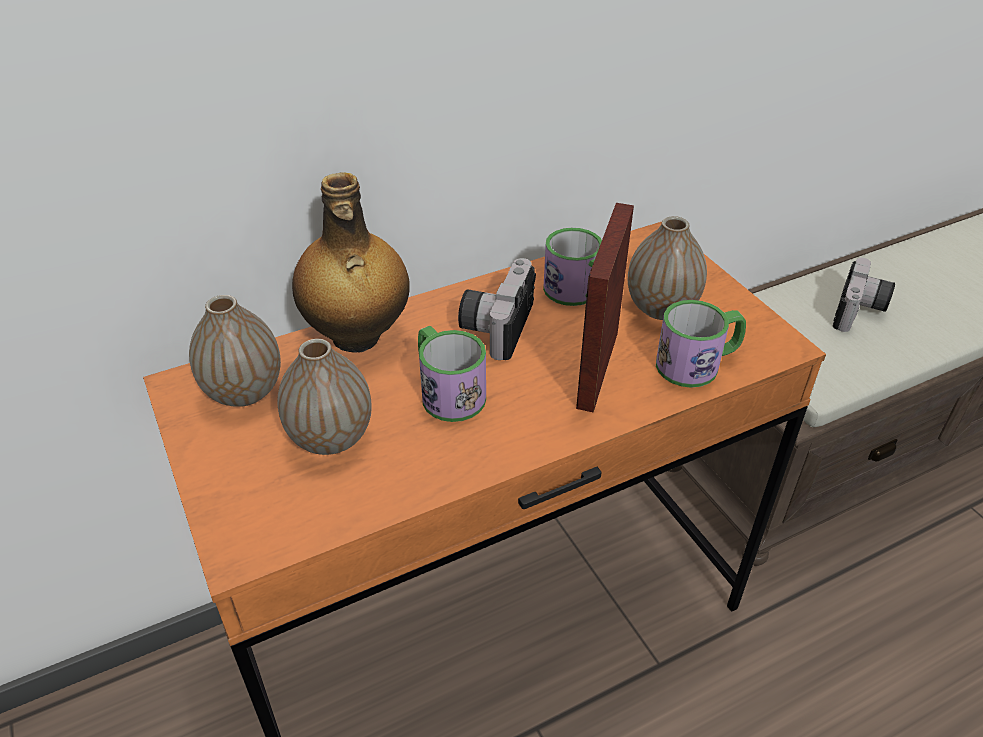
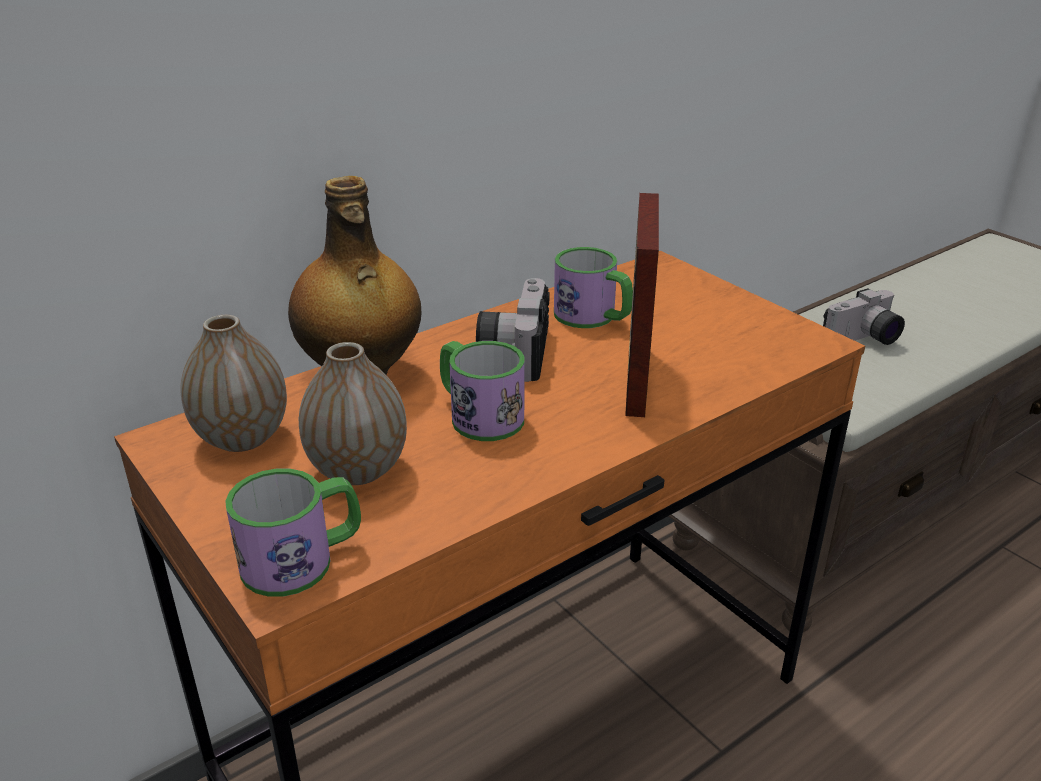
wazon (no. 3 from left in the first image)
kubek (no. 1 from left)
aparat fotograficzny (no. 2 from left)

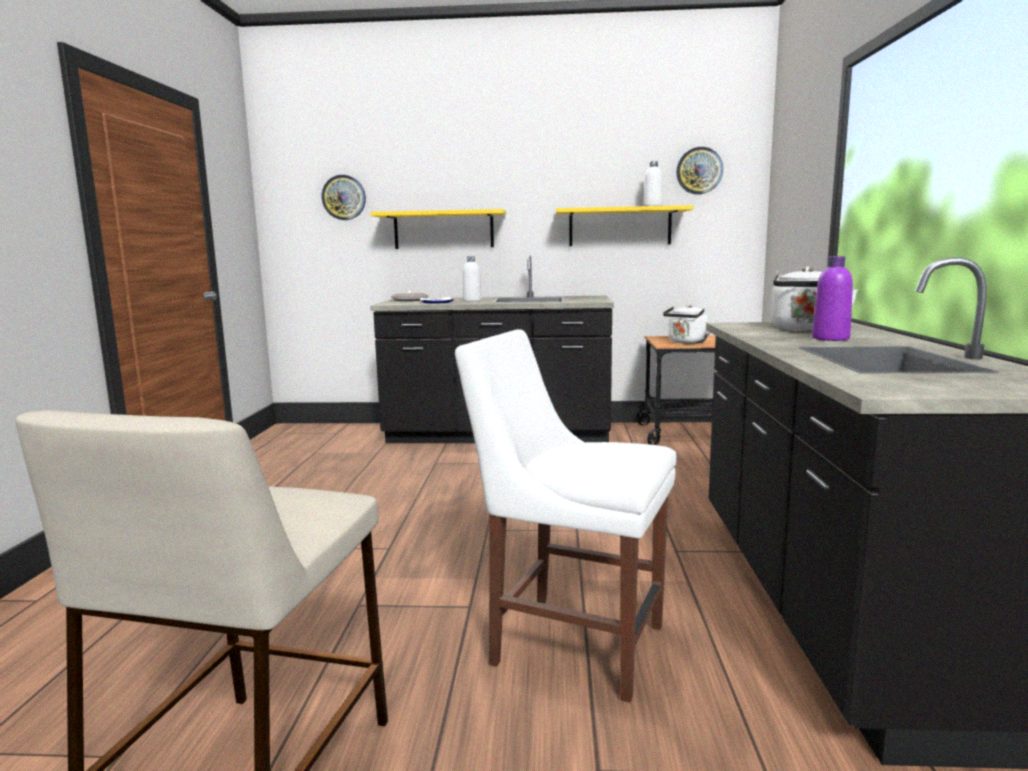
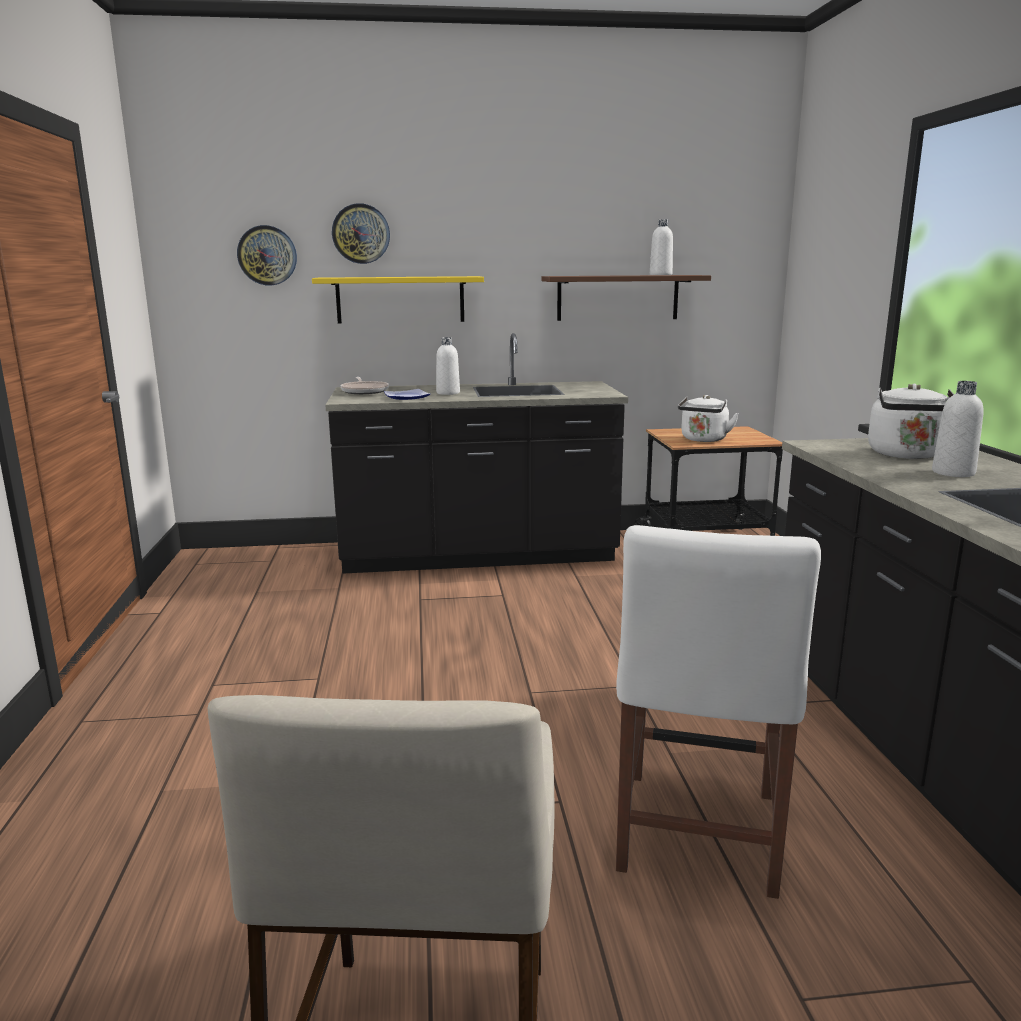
krzesło/biały
półka/brązowy
zegar ścienny (no. 2 from left)
butelka/biały (no. 3 from left)

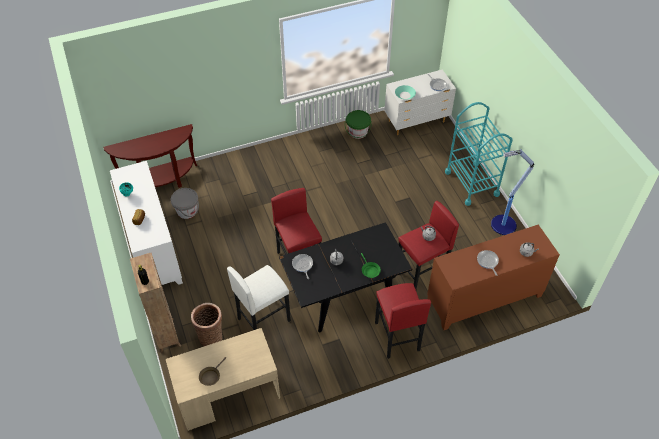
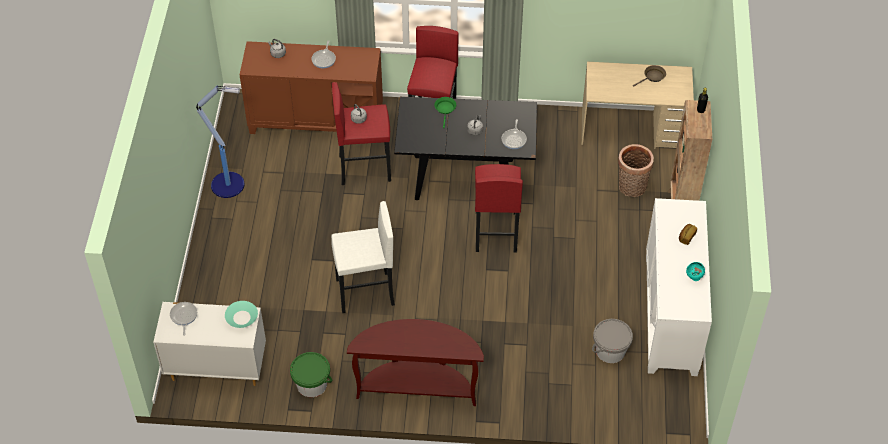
stolik konsolowy/brązowy
stołek/biały
wózek/turkusowy

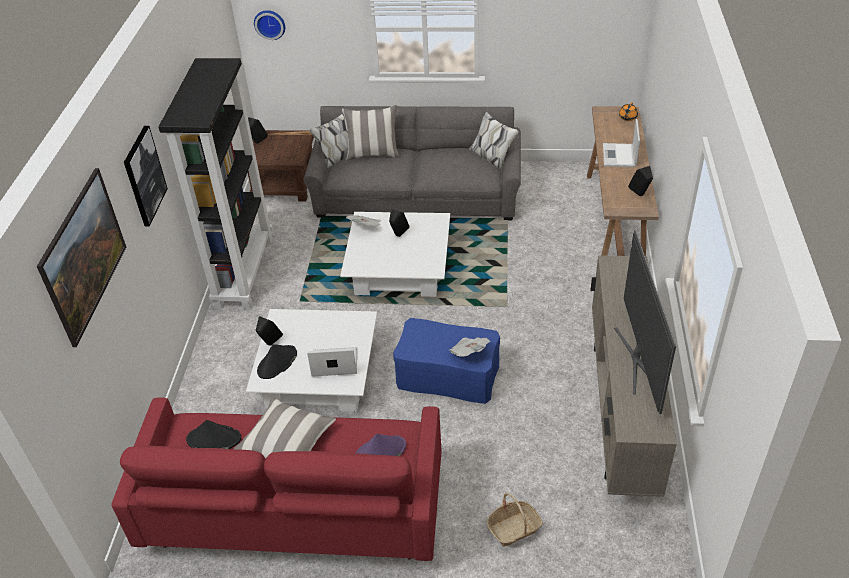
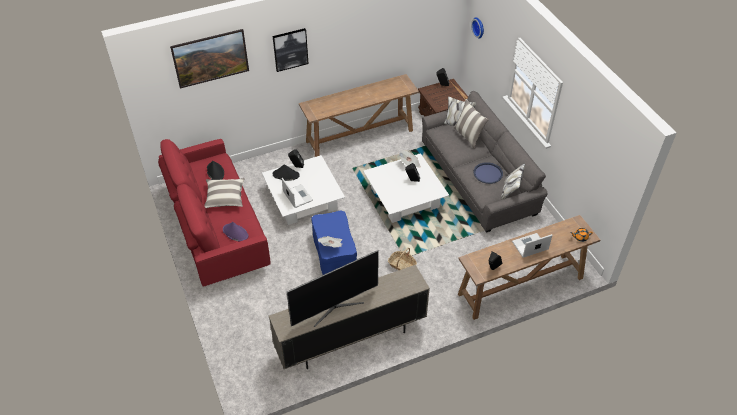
stolik konsolowy/brązowy (no. 1 from left)
koszyk
taca/niebieski

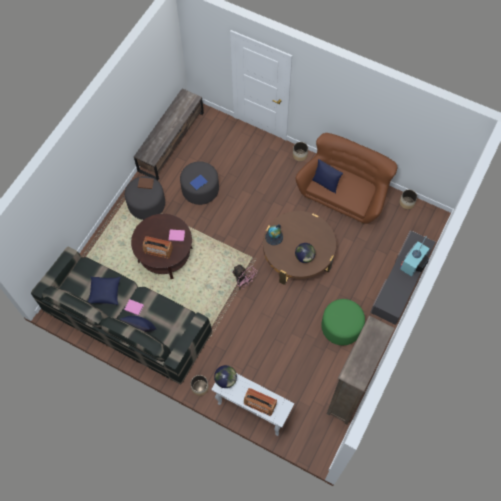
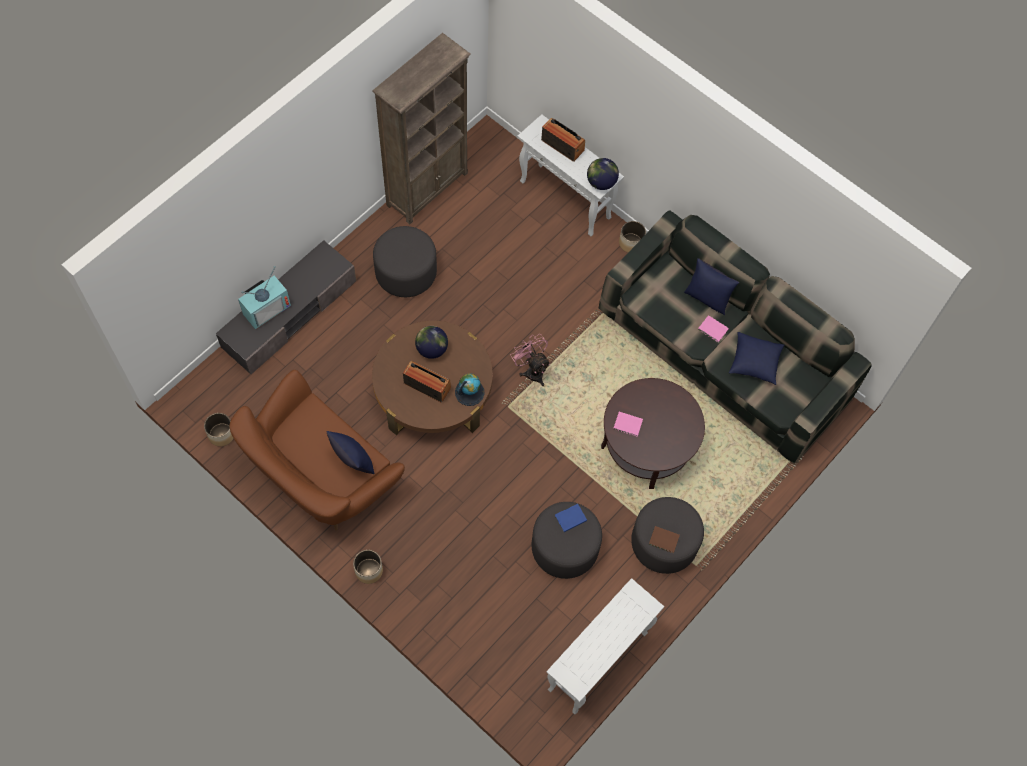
stolik konsolowy/biały (no. 2 from left)
radio (no. 1 from left)
pufa/szary (no. 1 from left)

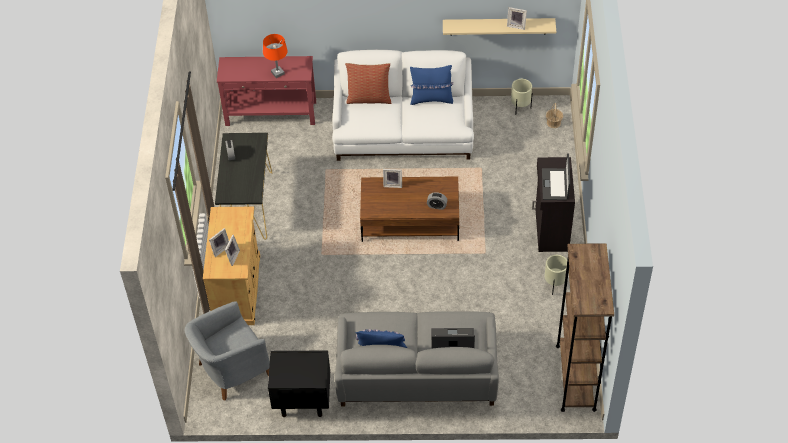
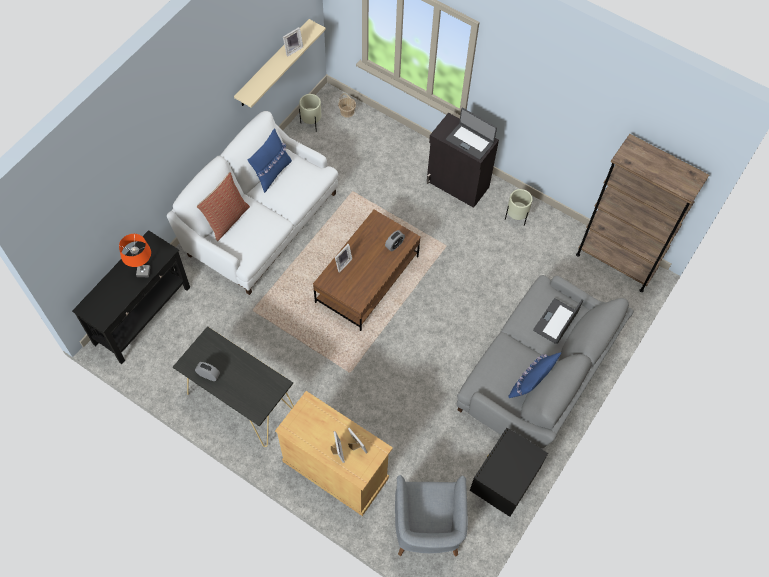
stolik konsolowy/czarny (no. 1 from left)

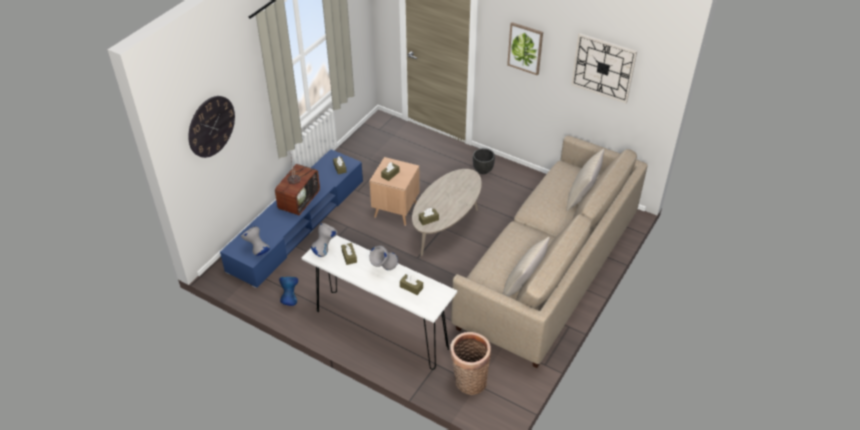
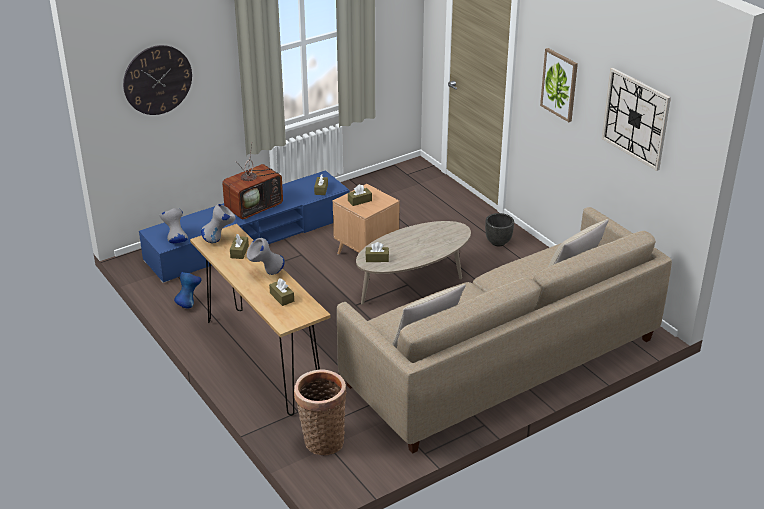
stolik konsolowy/brązowy

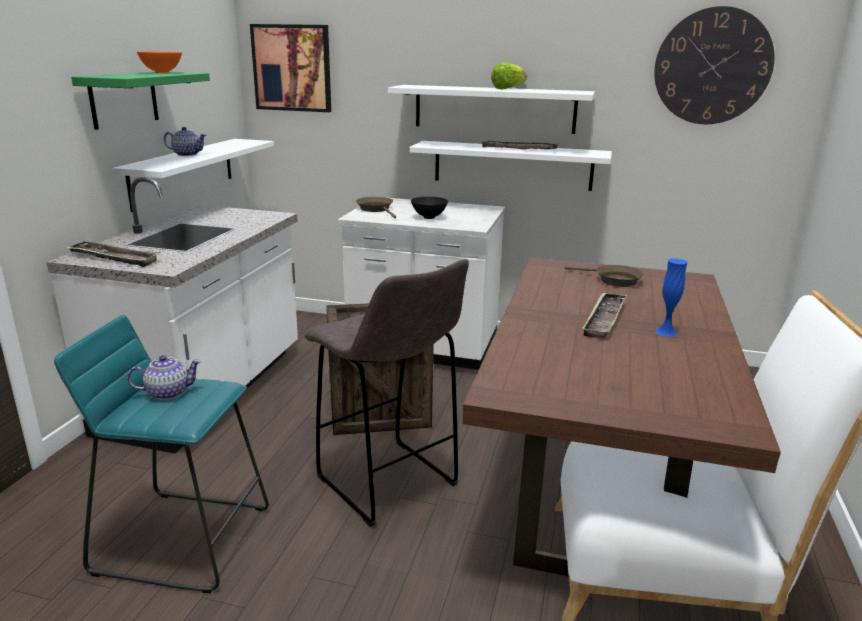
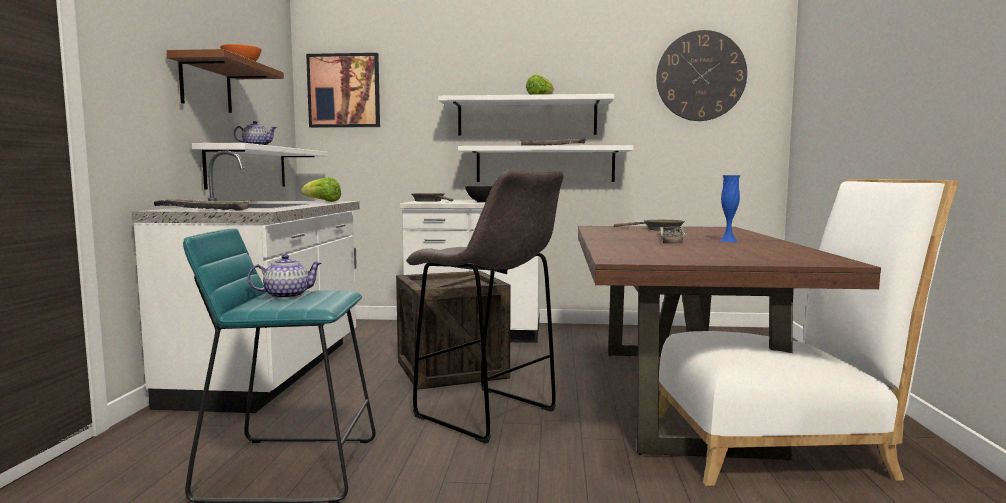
półka/brązowy
sałata (no. 1 from left)

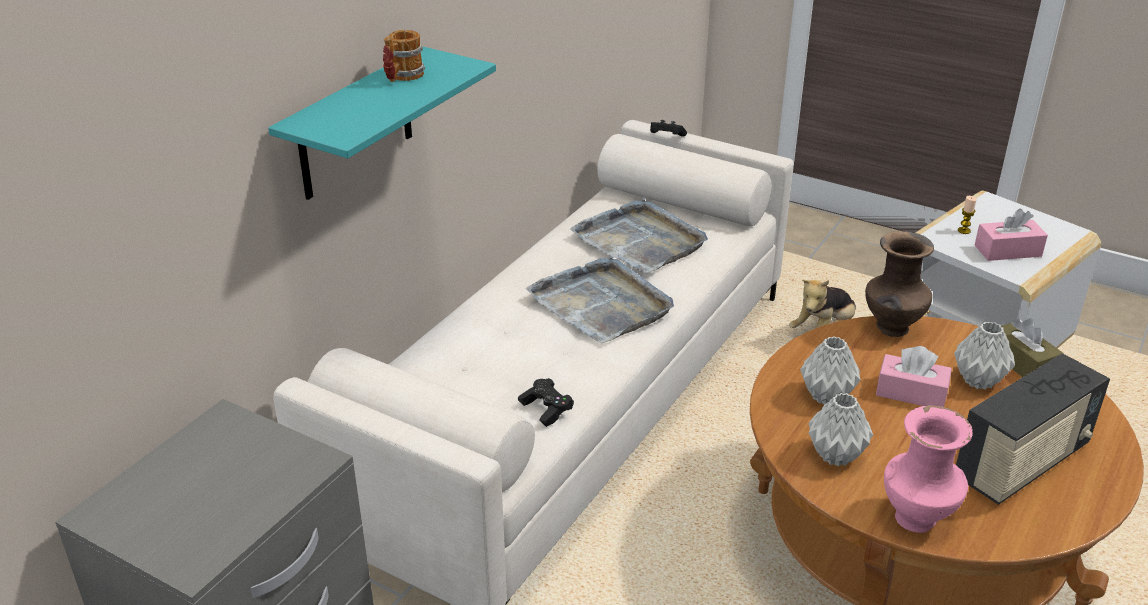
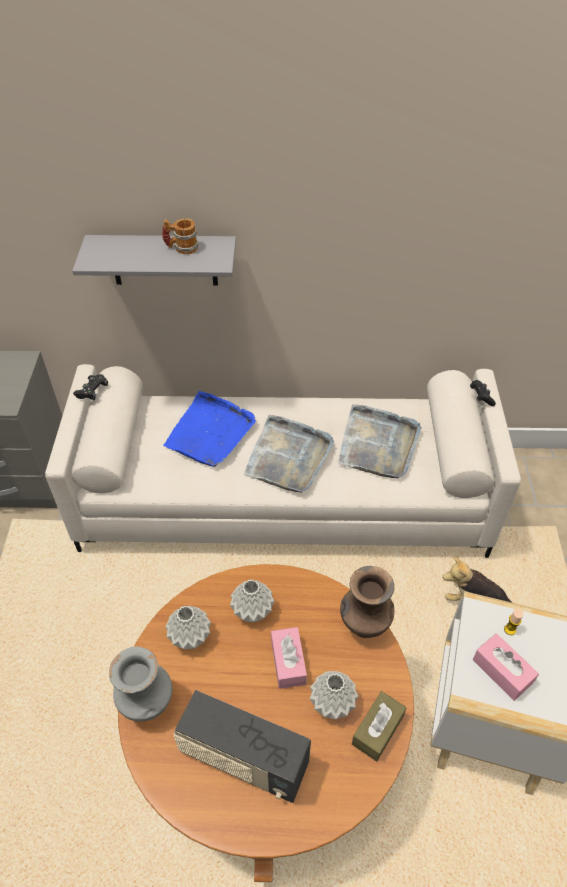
półka/szary
pad do gier/czarny (no. 1 from left)
wazon/szary (no. 1 from left)
taca/niebieski

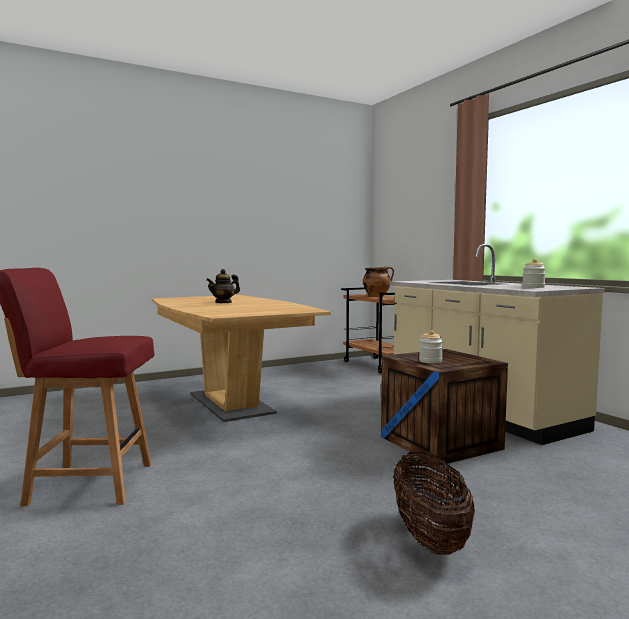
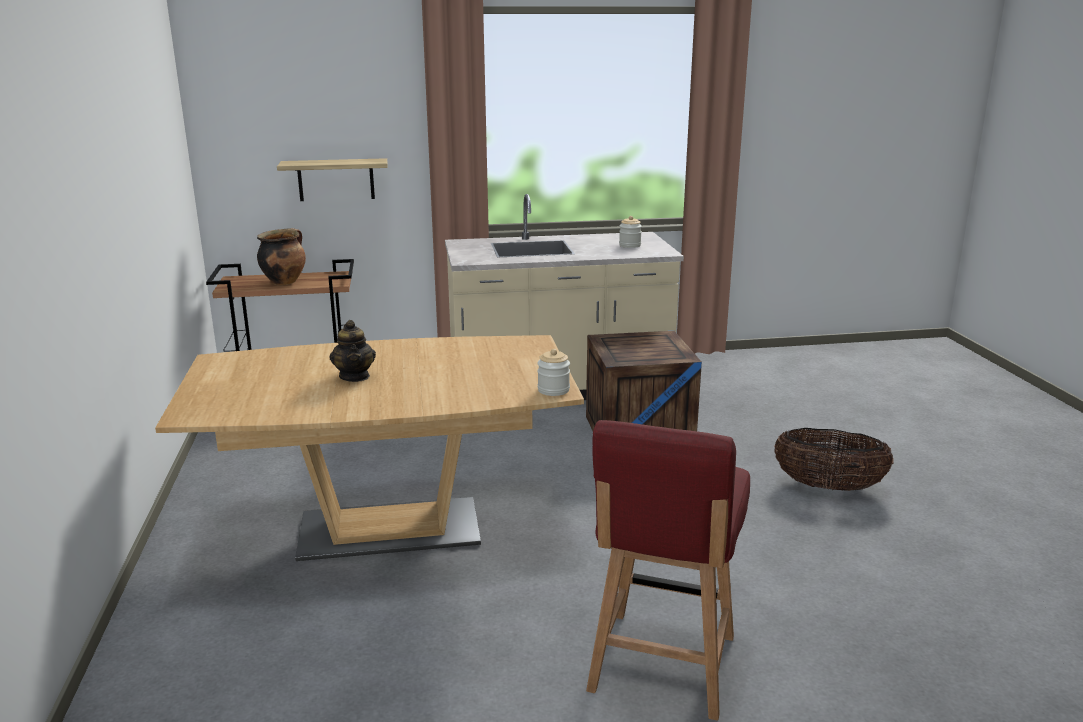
słoik (no. 1 from left)
półka

